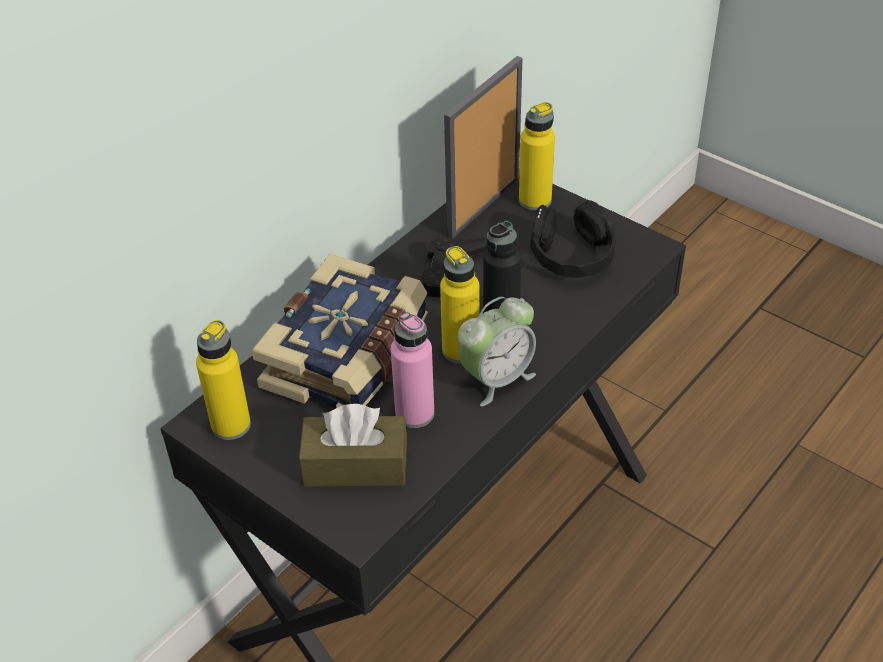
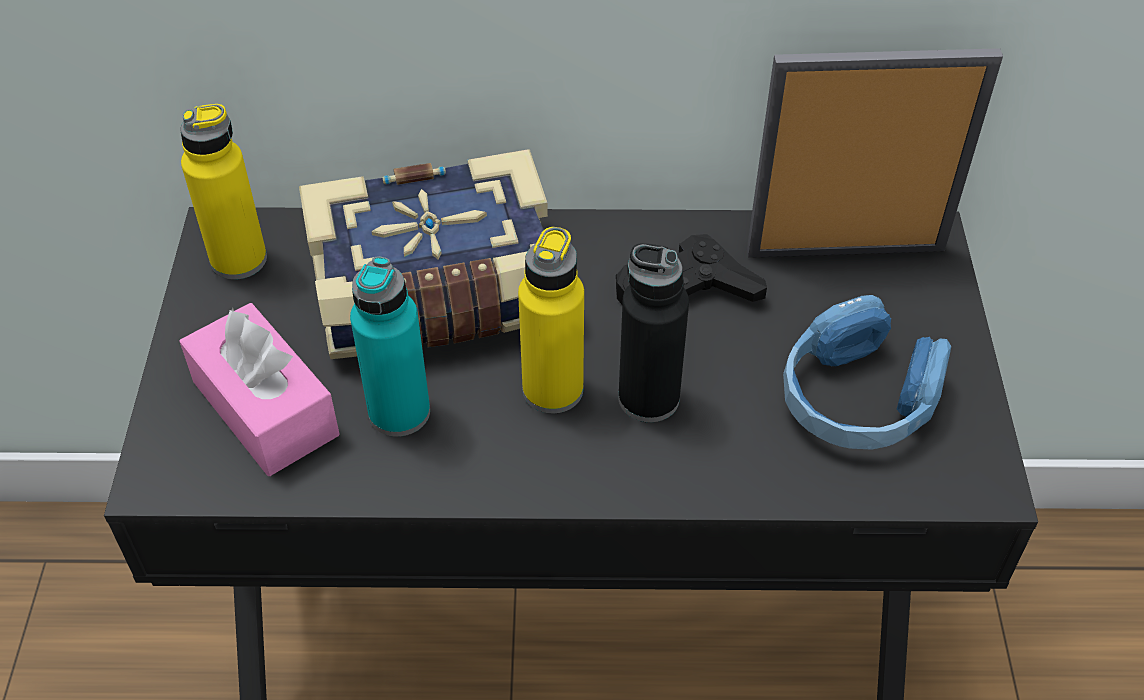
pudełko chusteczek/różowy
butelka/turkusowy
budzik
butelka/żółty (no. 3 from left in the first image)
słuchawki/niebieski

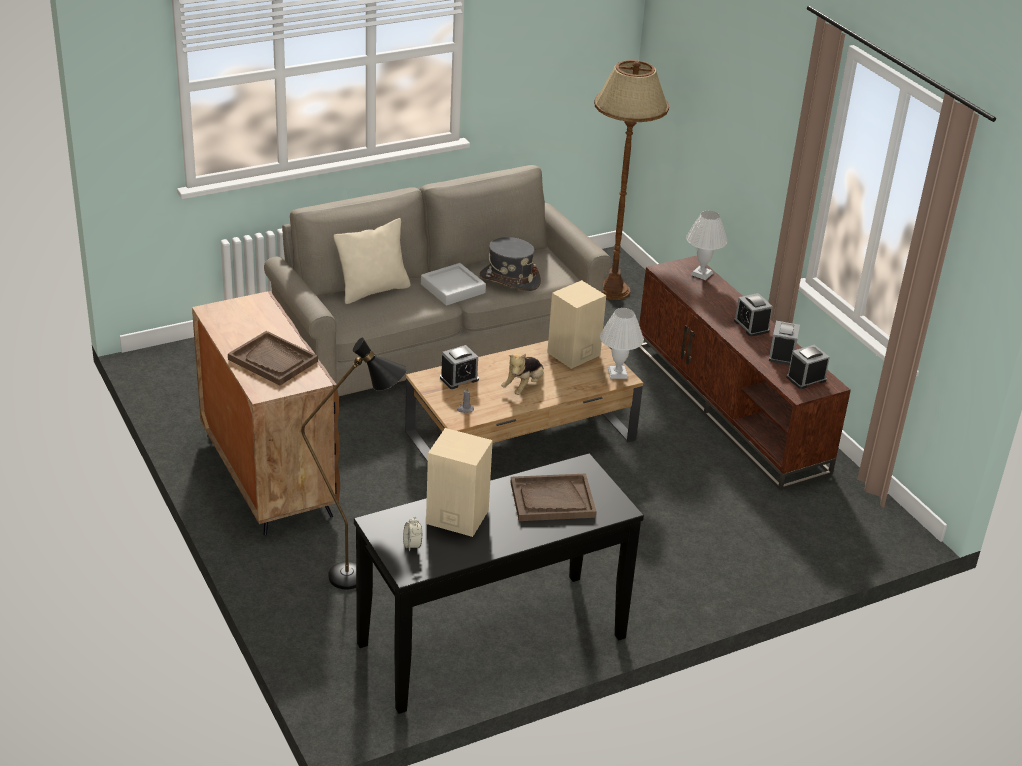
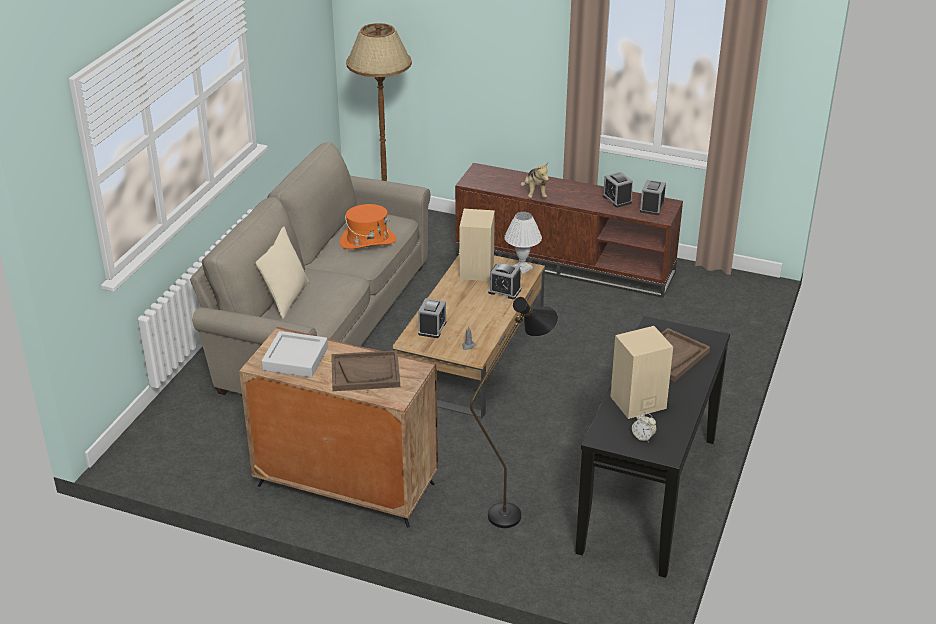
taca/szary
kapelusz/pomarańczowy
pluszak
lampa stołowa/biały (no. 2 from left in the first image)
budzik (no. 2 from left)

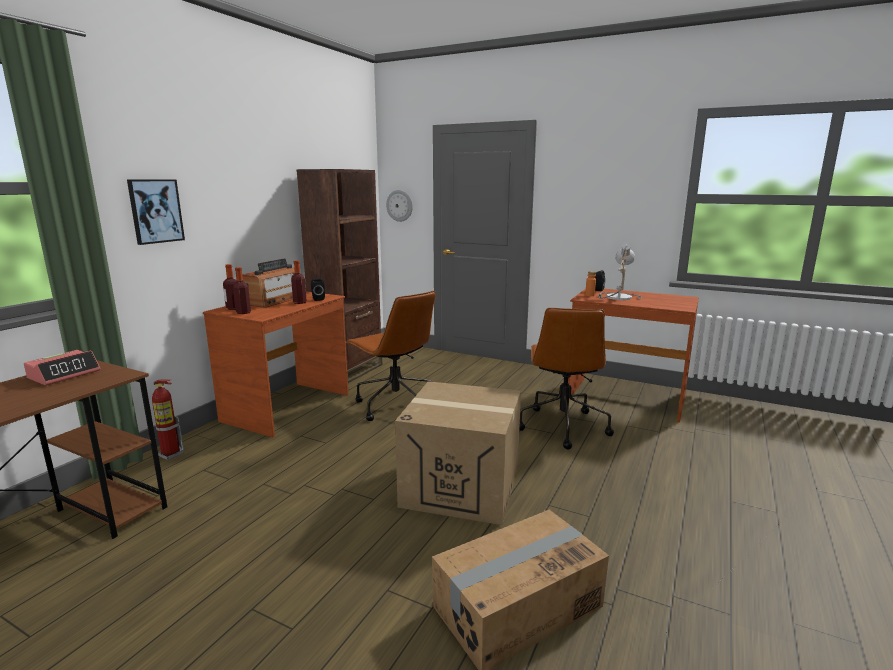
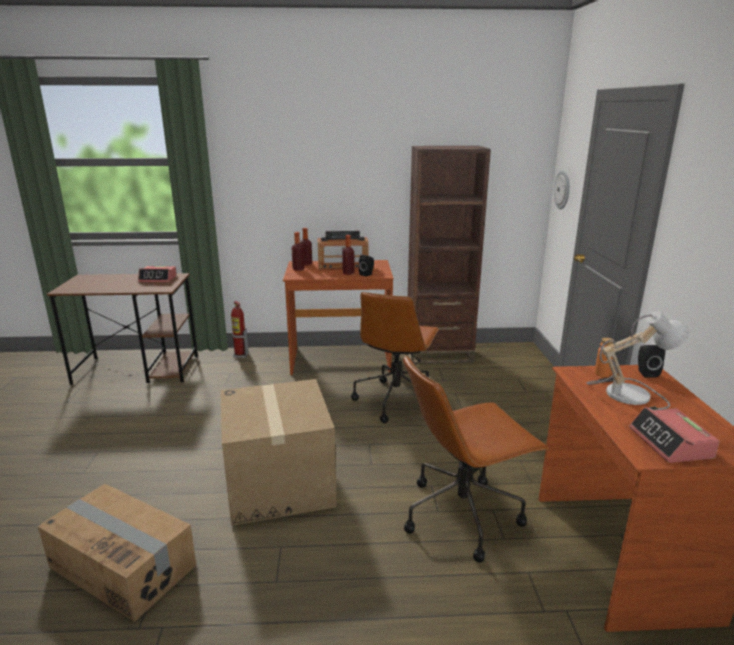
obraz
budzik (no. 2 from left)

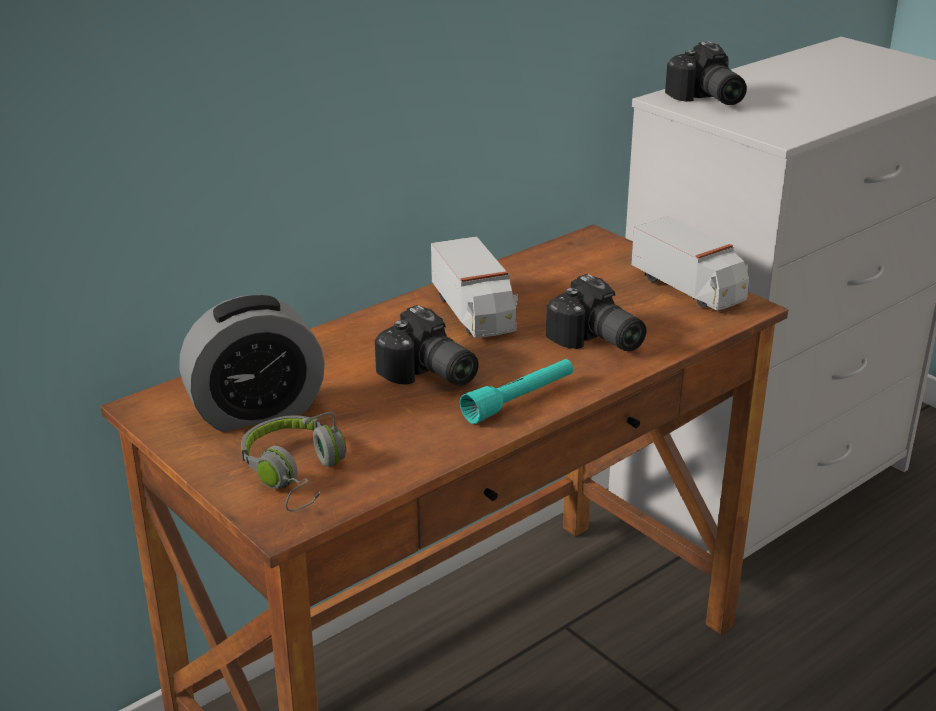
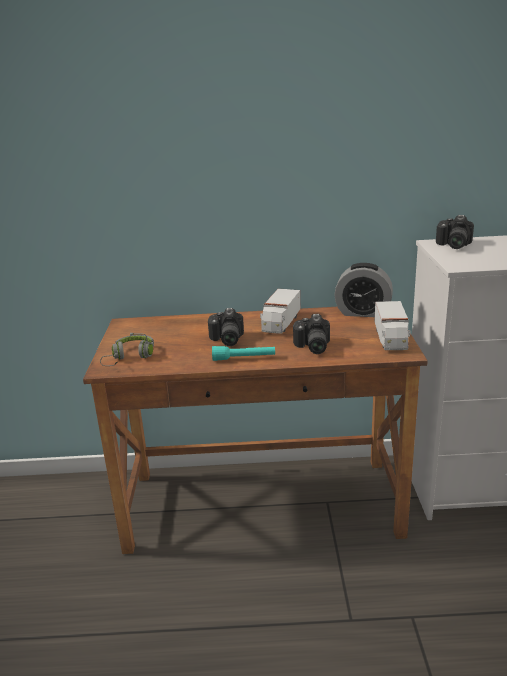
budzik

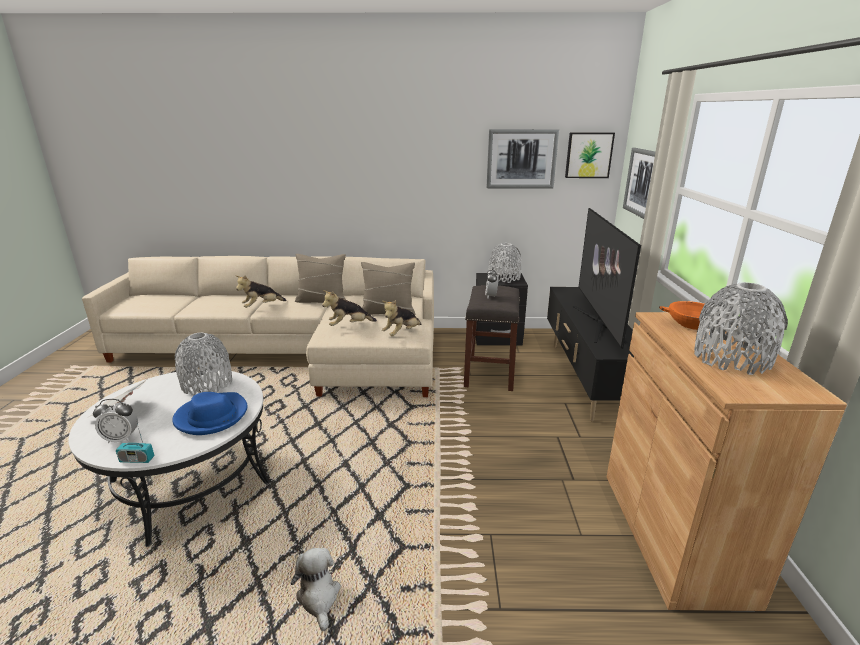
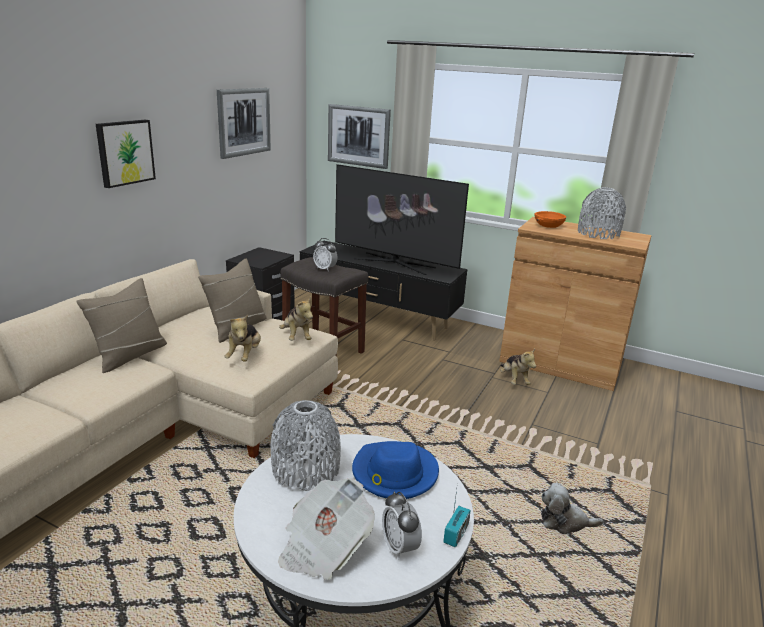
budzik (no. 2 from left)
pluszak (no. 3 from left)
wazon/szary (no. 2 from left in the first image)
obraz (no. 1 from left)

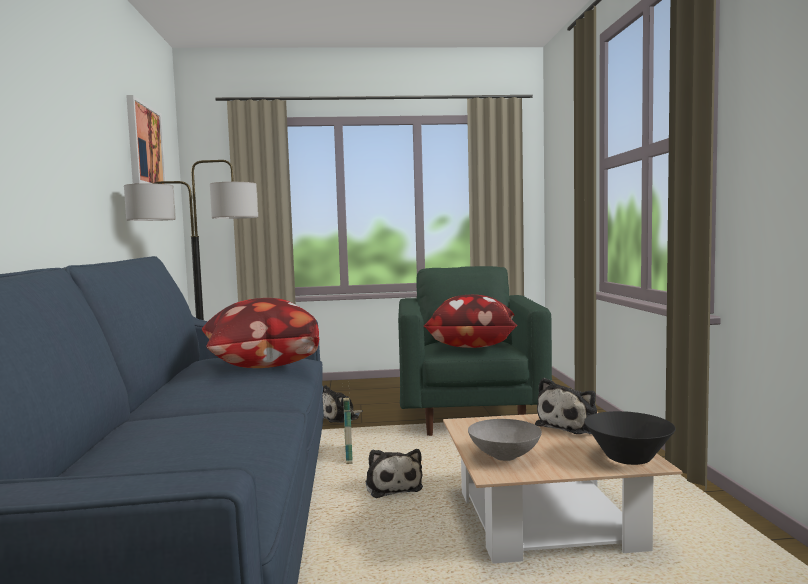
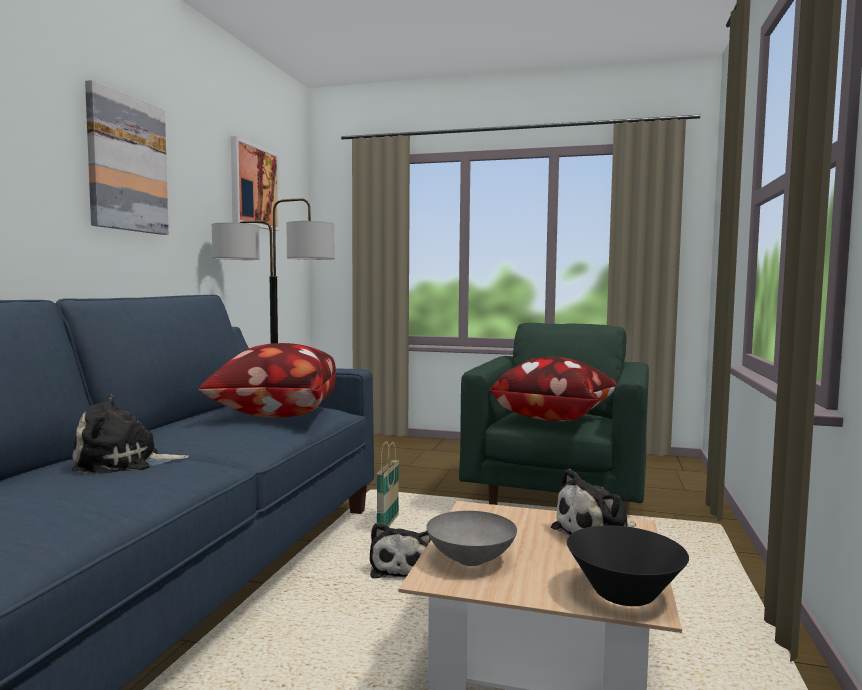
pluszak (no. 1 from left)
obraz (no. 1 from left)

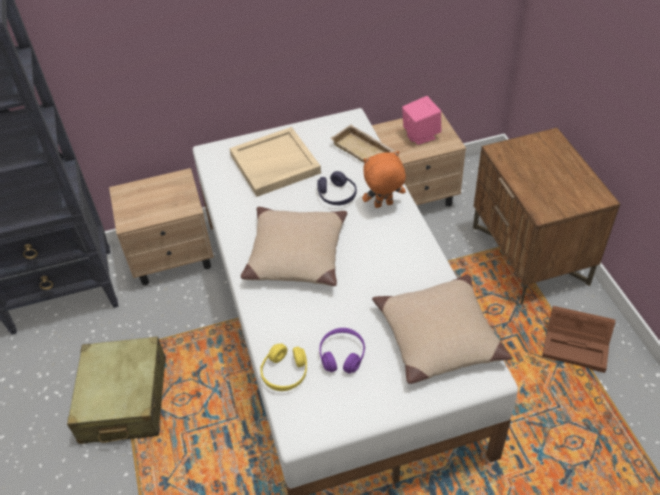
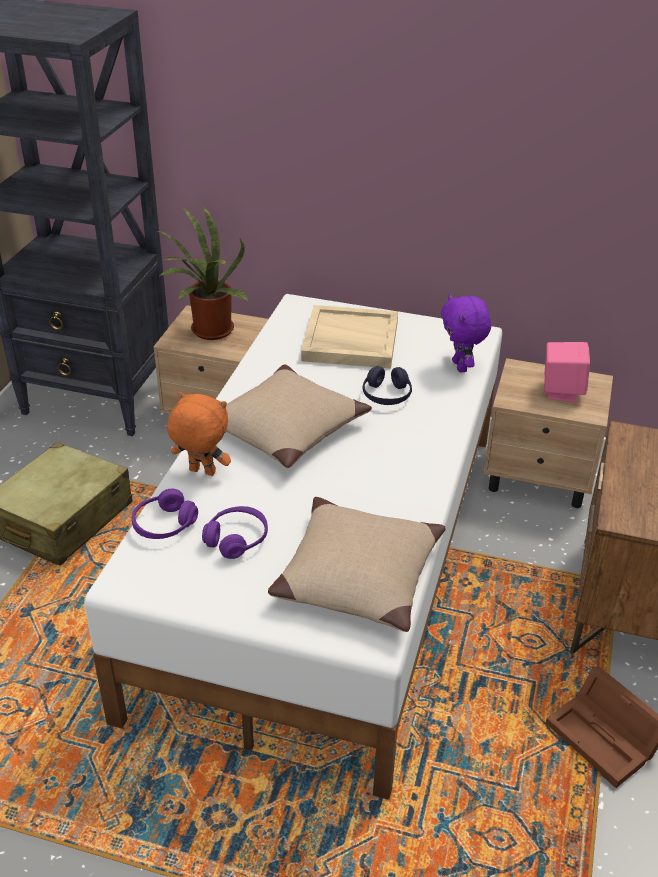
słuchawki/fioletowy (no. 1 from left)
pluszak/fioletowy
pluszak/pomarańczowy
roślina doniczkowa

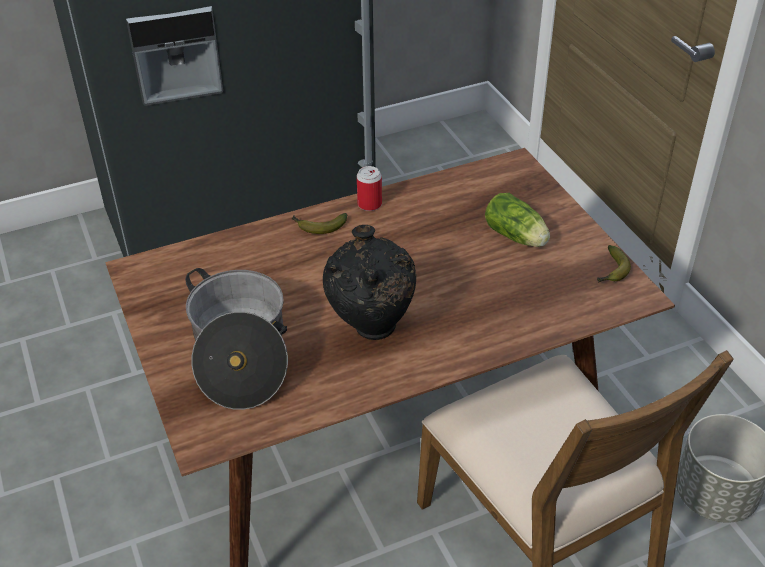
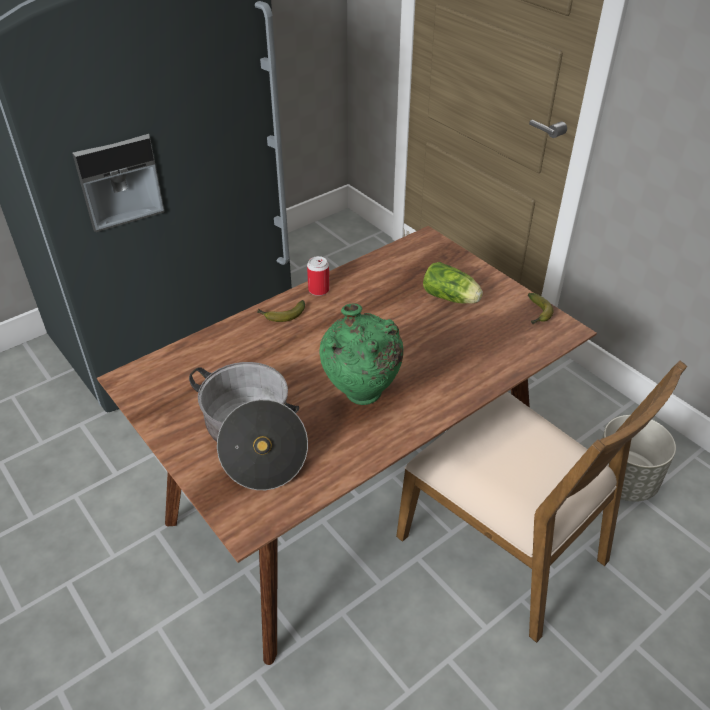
wazon/zielony

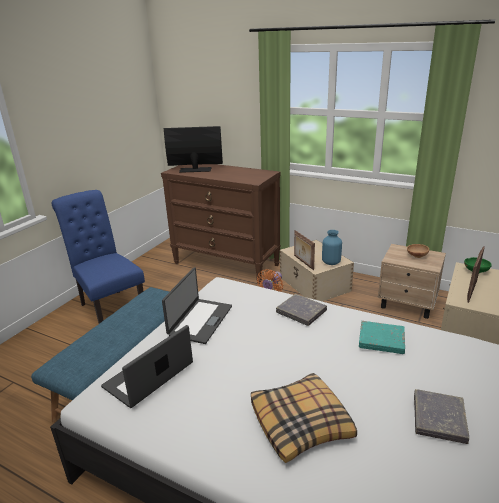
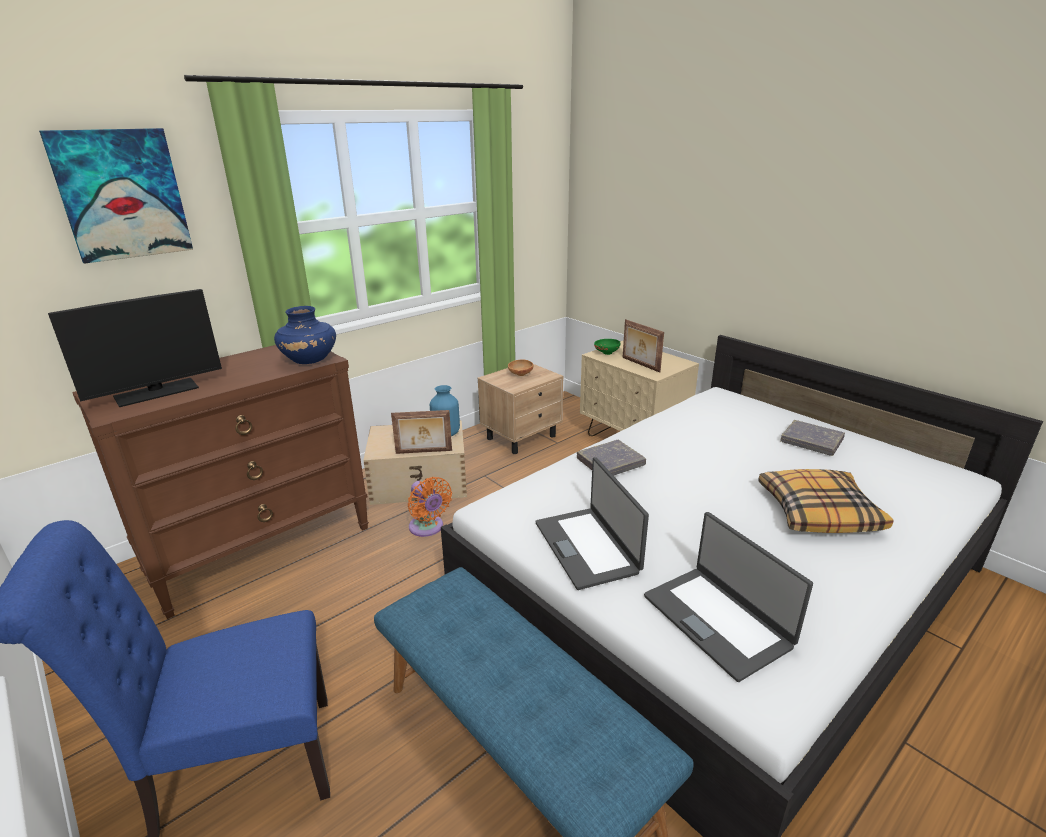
laptop (no. 1 from left)
monitor
książka/turkusowy
obraz
wazon/niebieski (no. 1 from left)

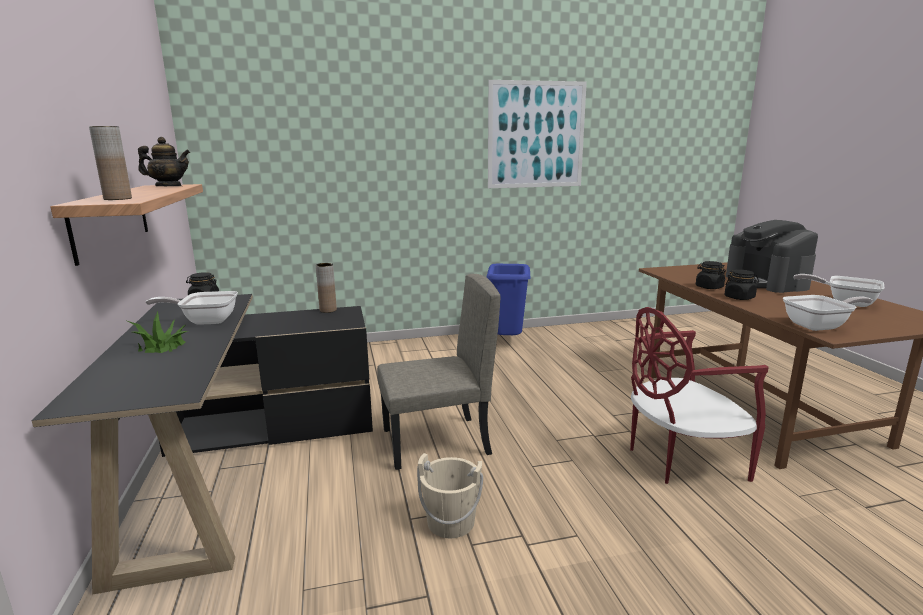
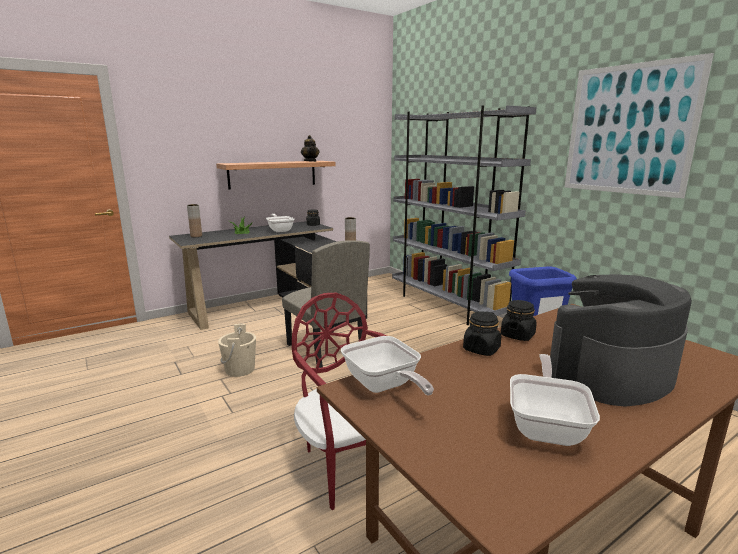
wazon/brązowy (no. 1 from left)
regał/szary

